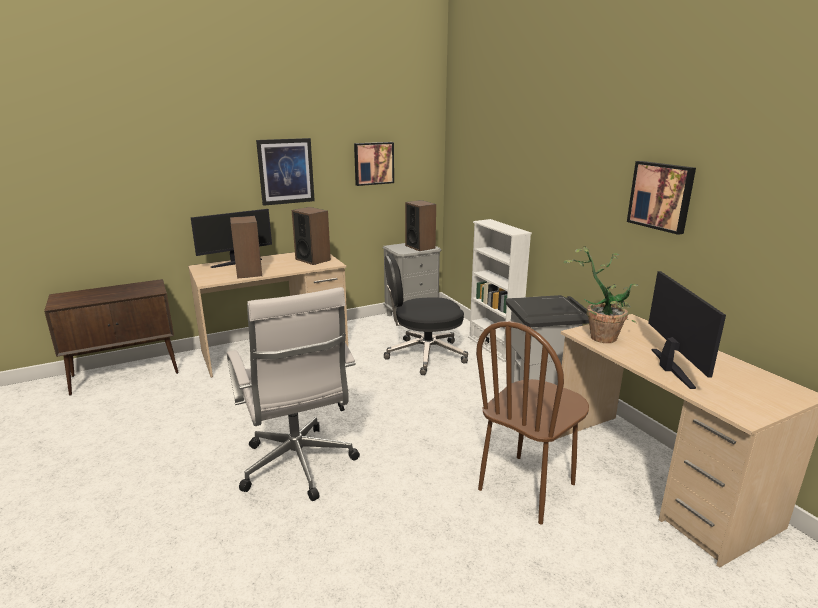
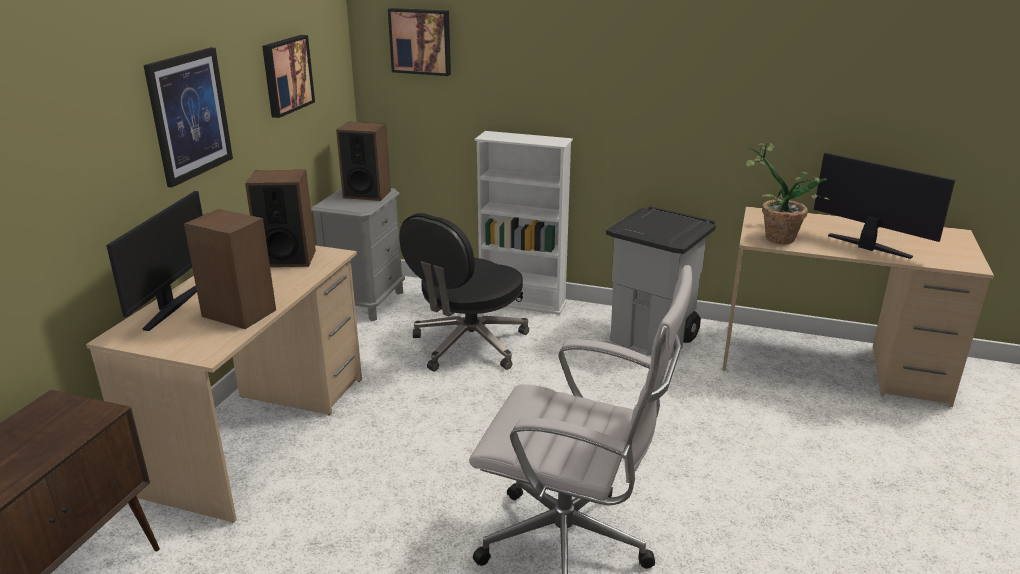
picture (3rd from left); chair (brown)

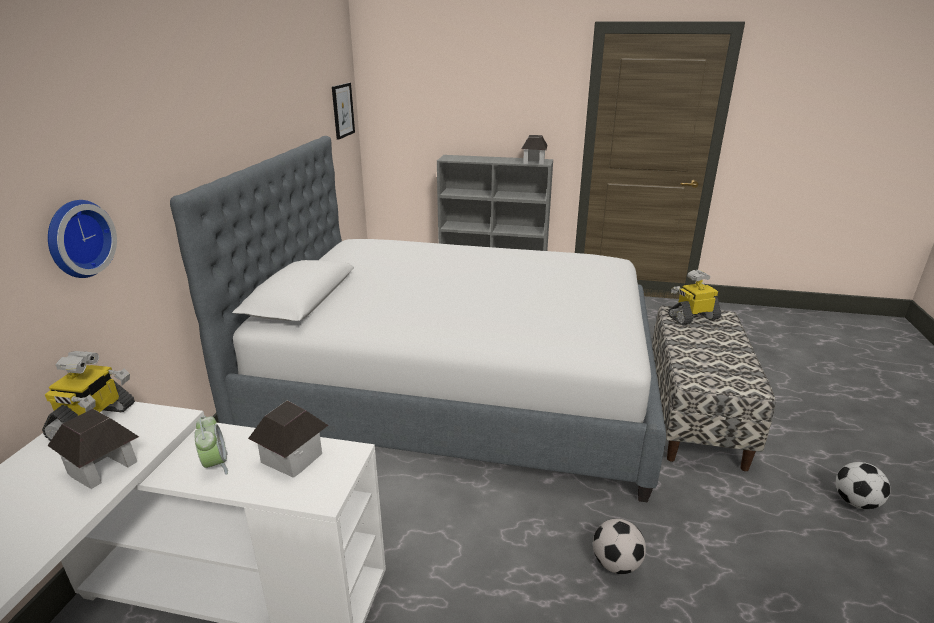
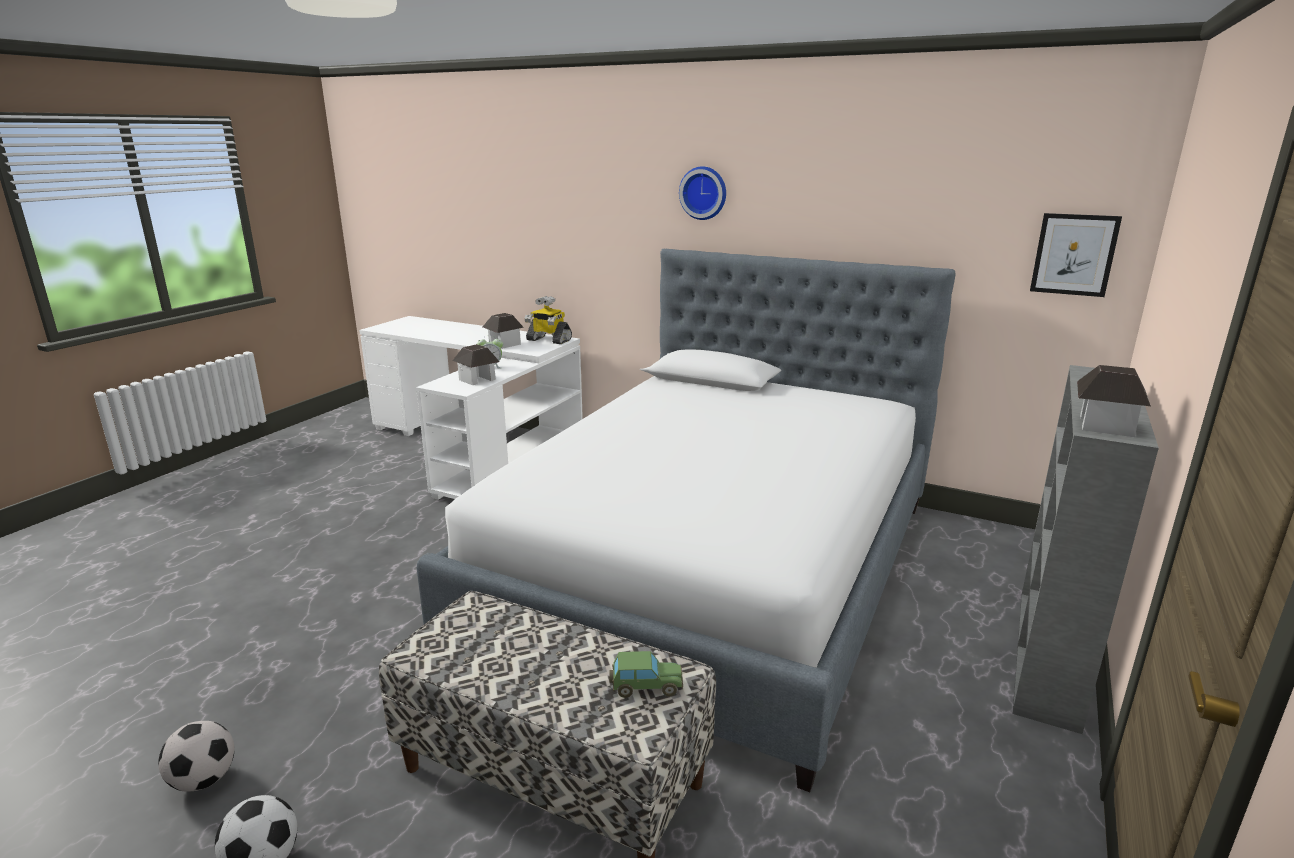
football (1st from left); toy car; wall clock

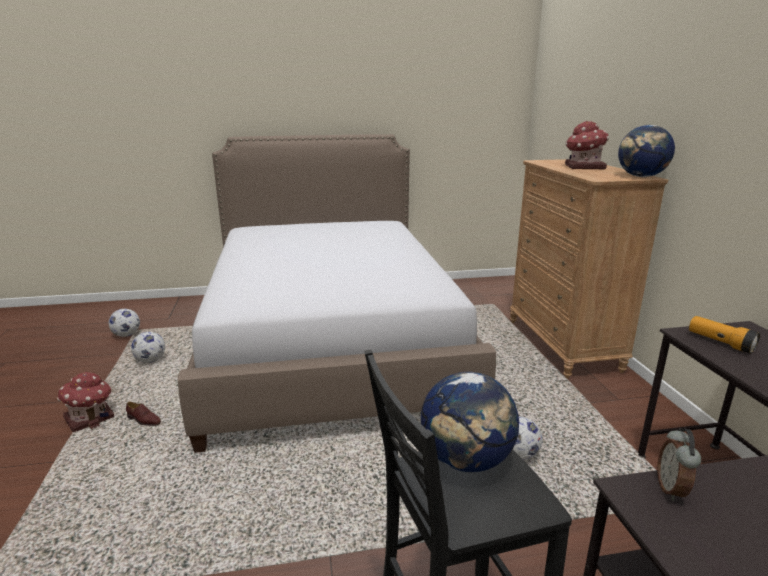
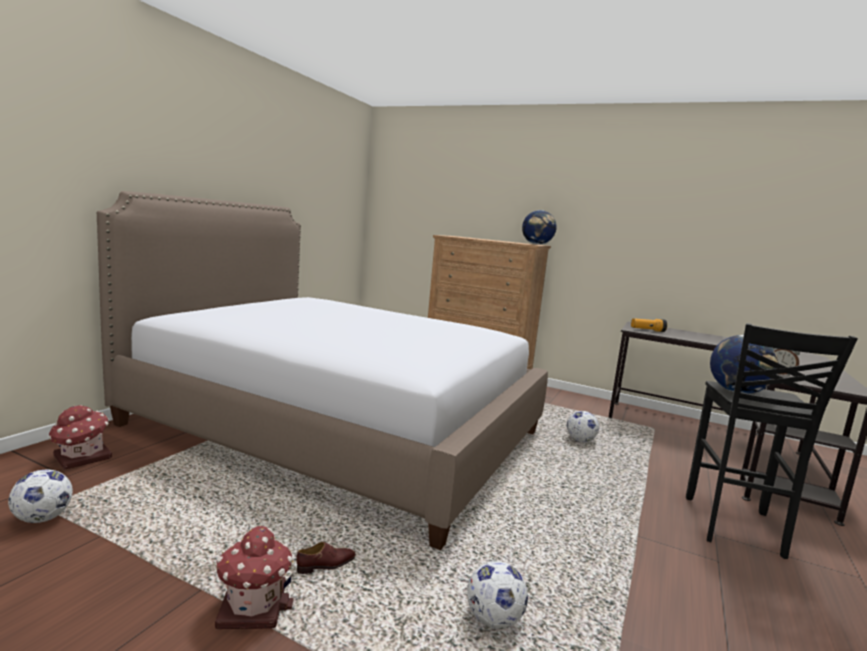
toy house (1st from left); football (2nd from left)

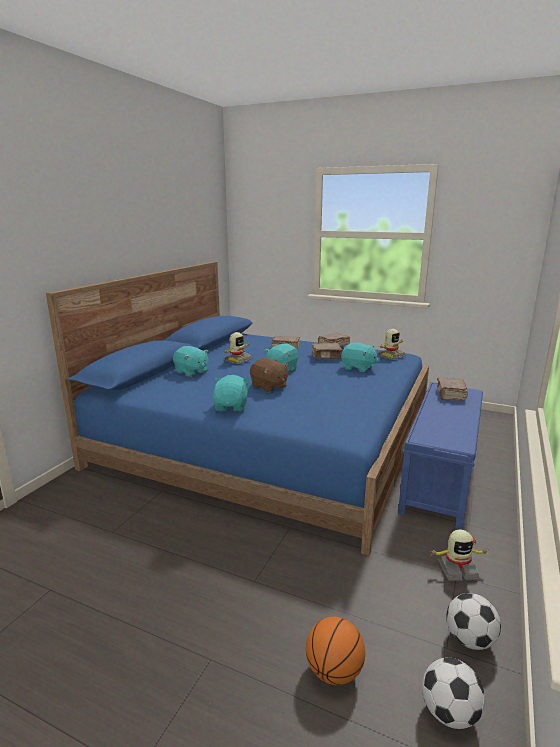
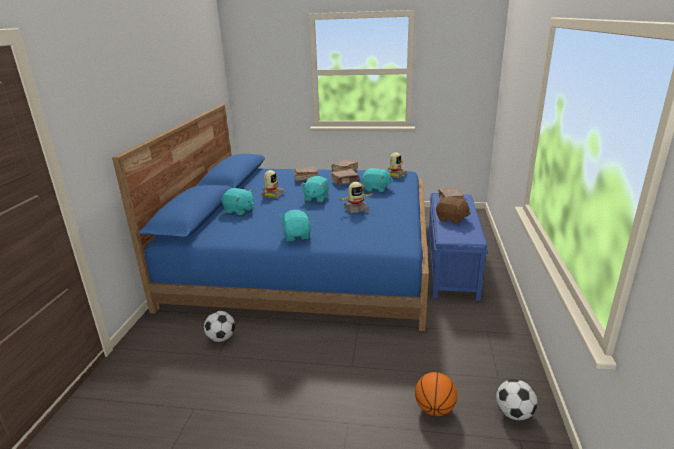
football (1st from left); toy robot (2nd from left); plush toy (brown)

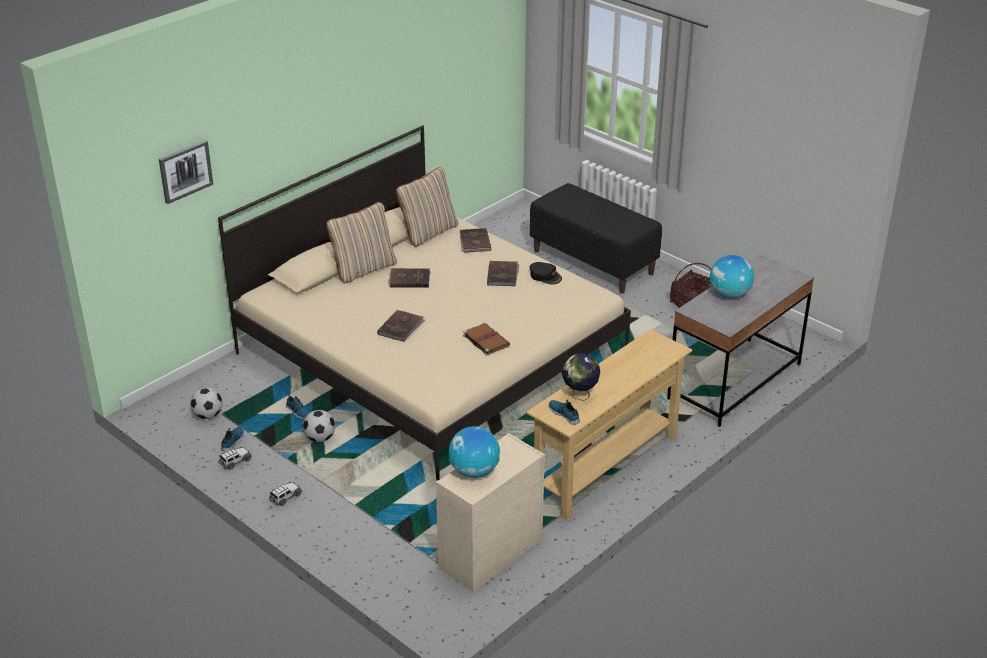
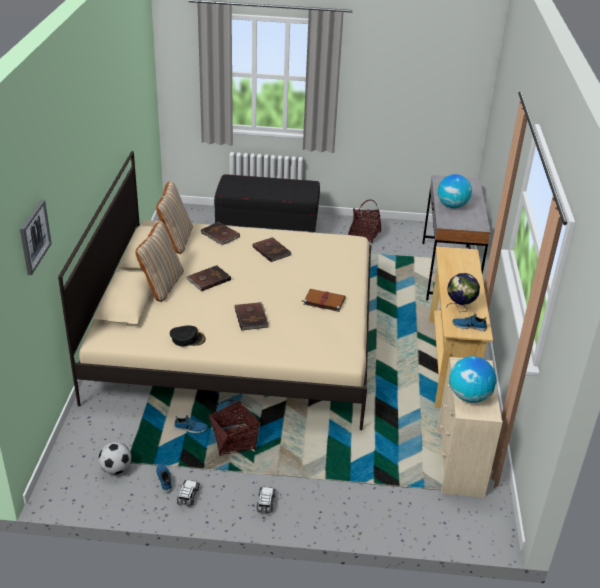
cap (black); basket (1st from left)

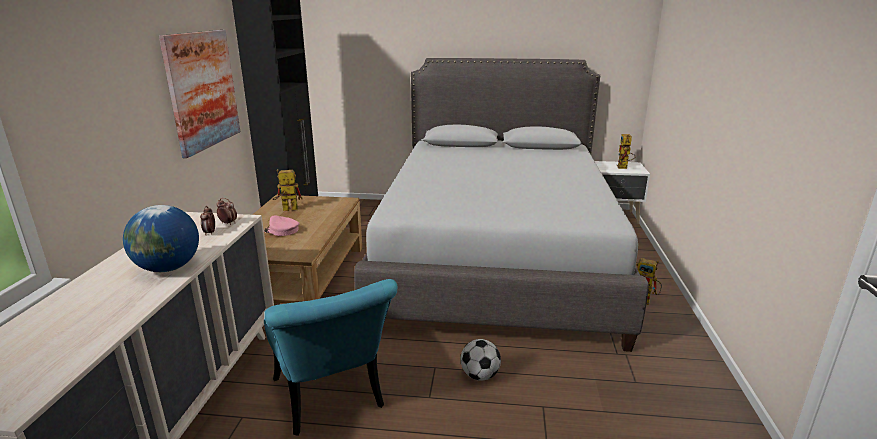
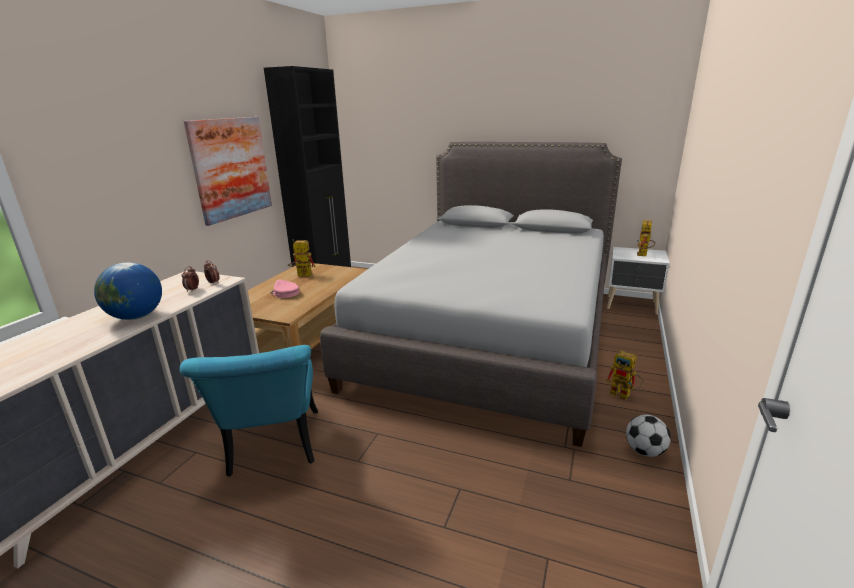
football

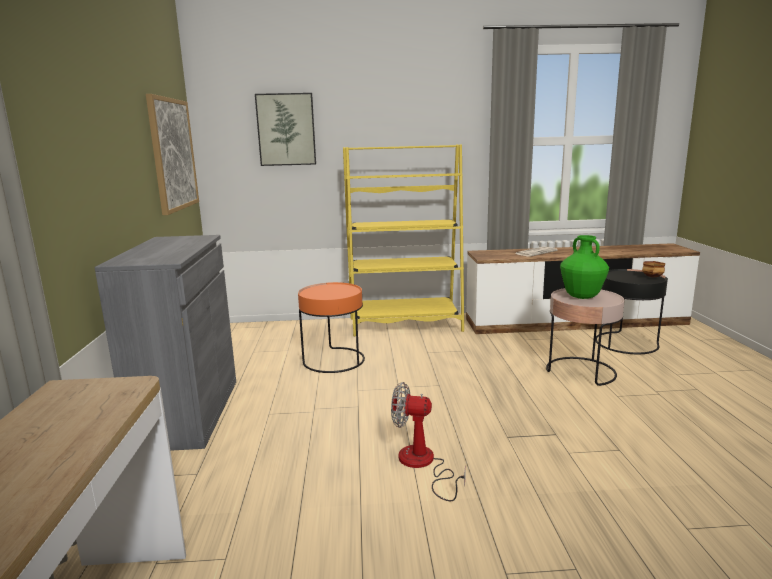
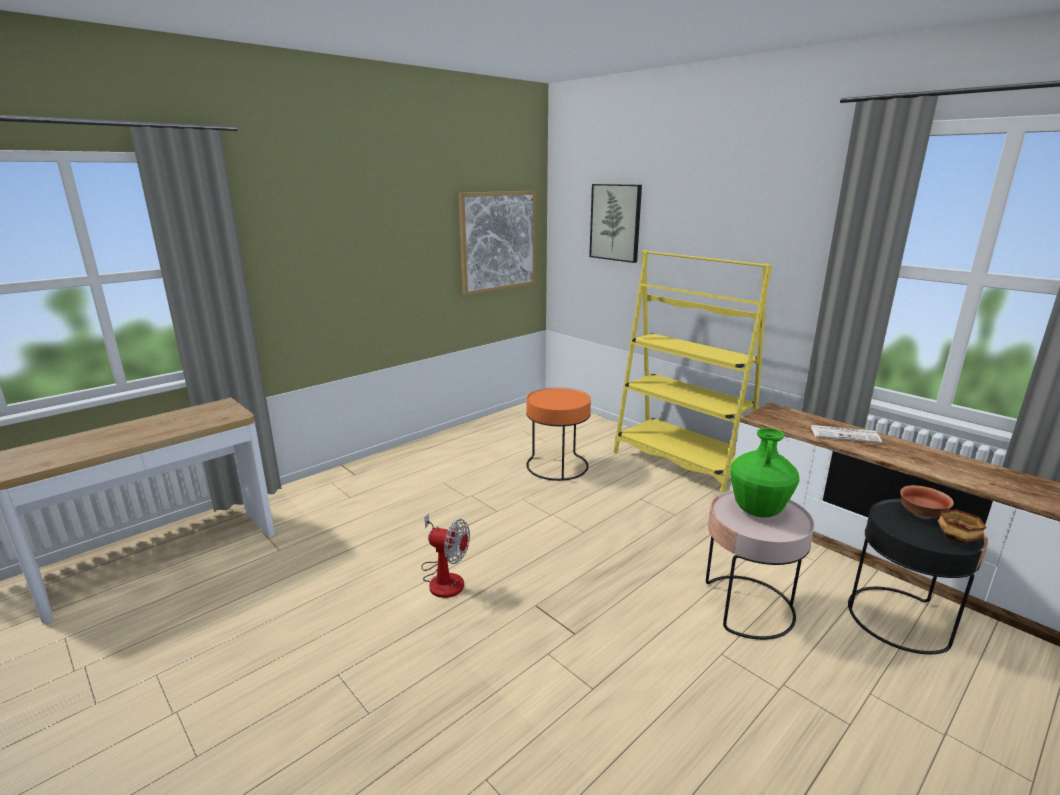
fan; bowl (1st from left); cabinet (grey)

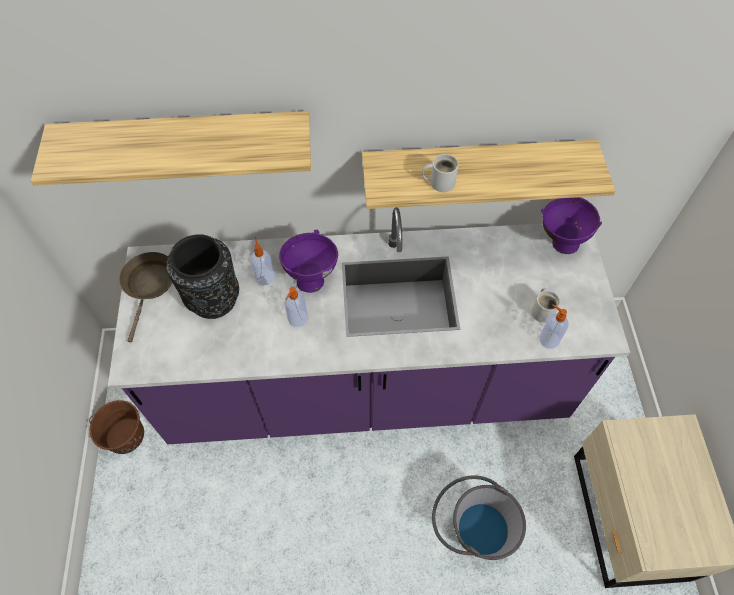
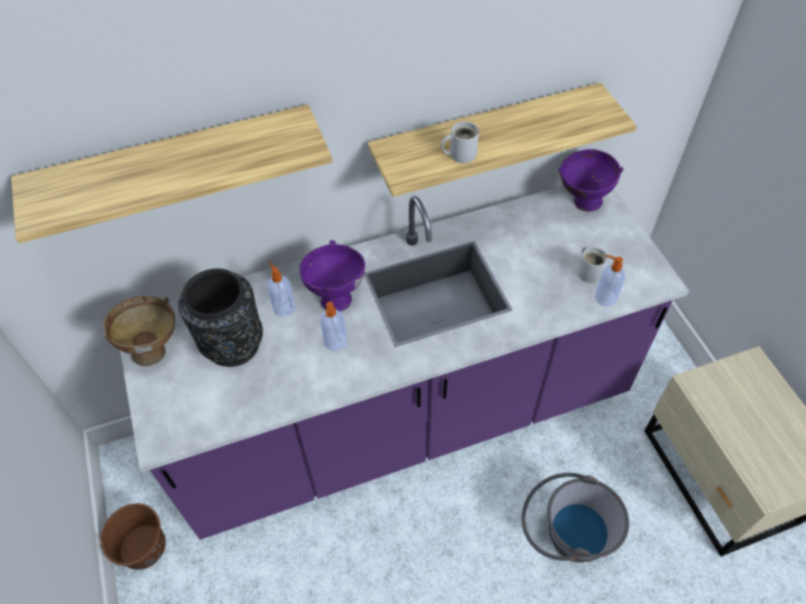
bowl (brown)

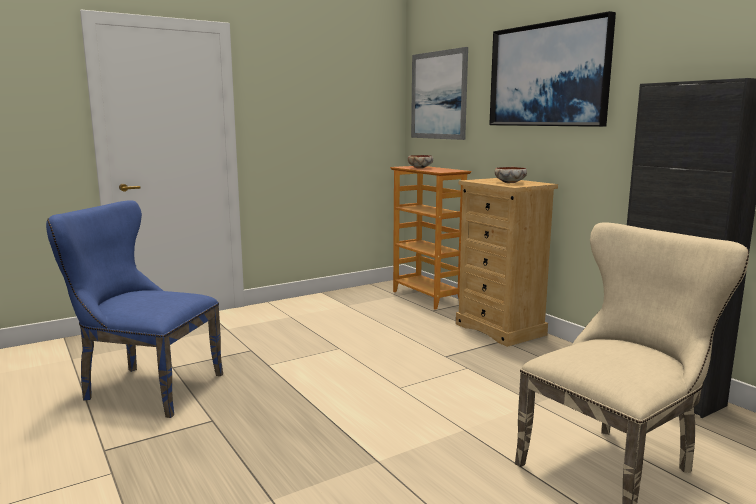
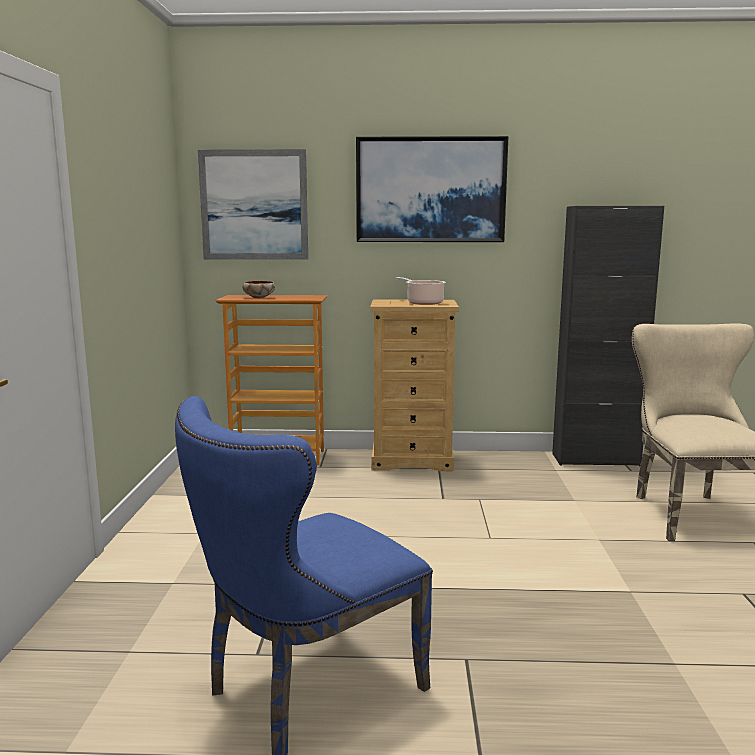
cooking pot

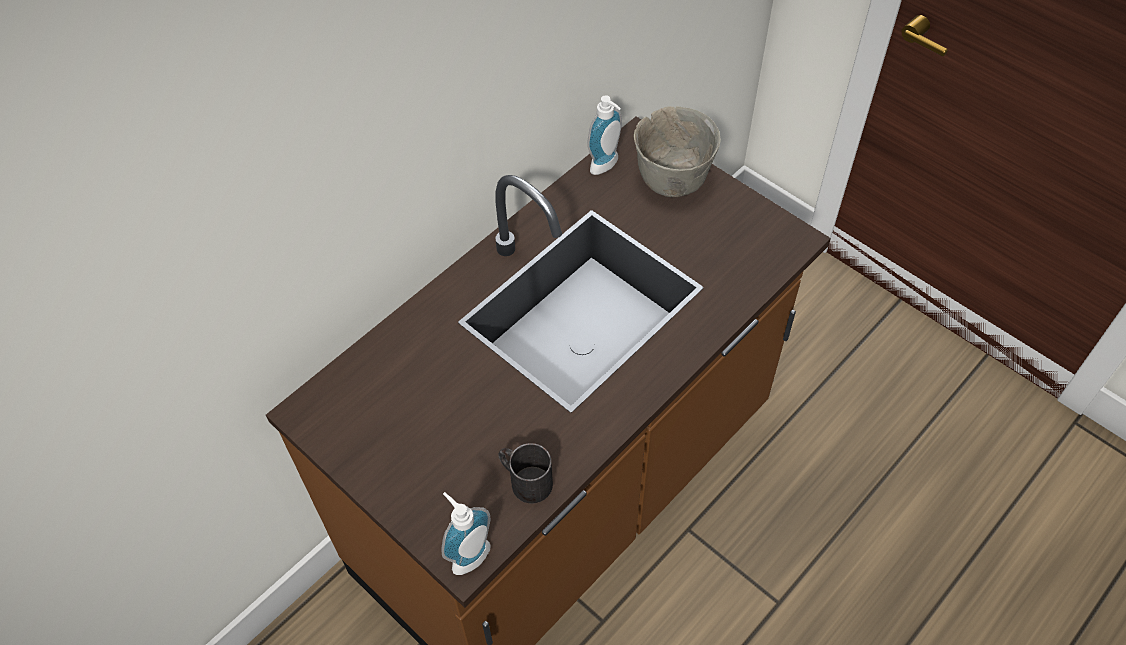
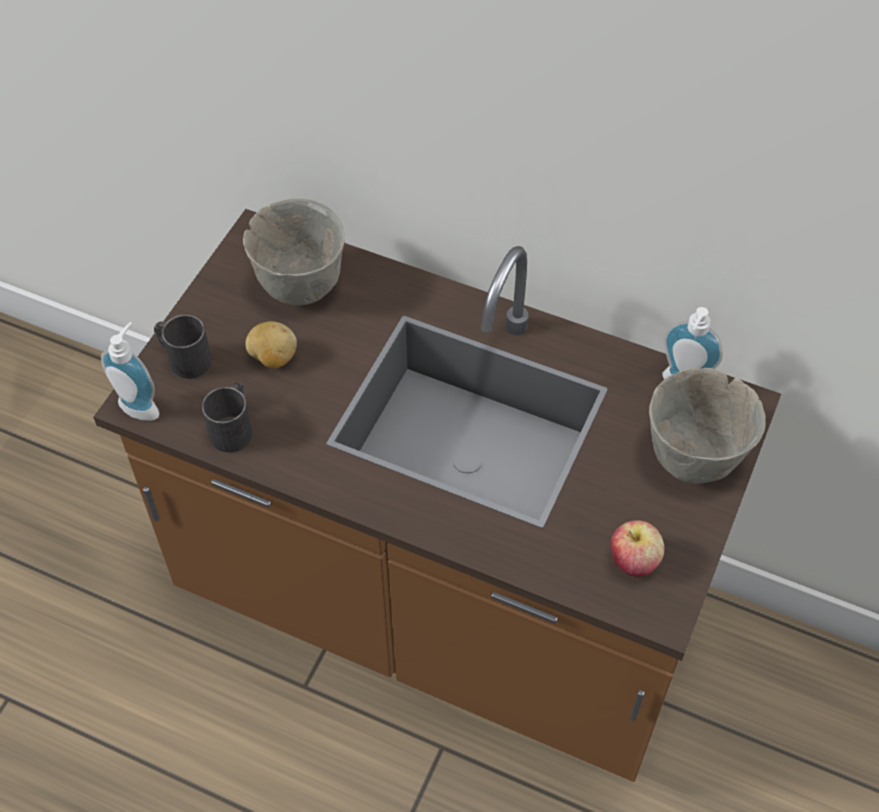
mug (black) (1st from left); bowl (grey) (1st from left); potato; apple

